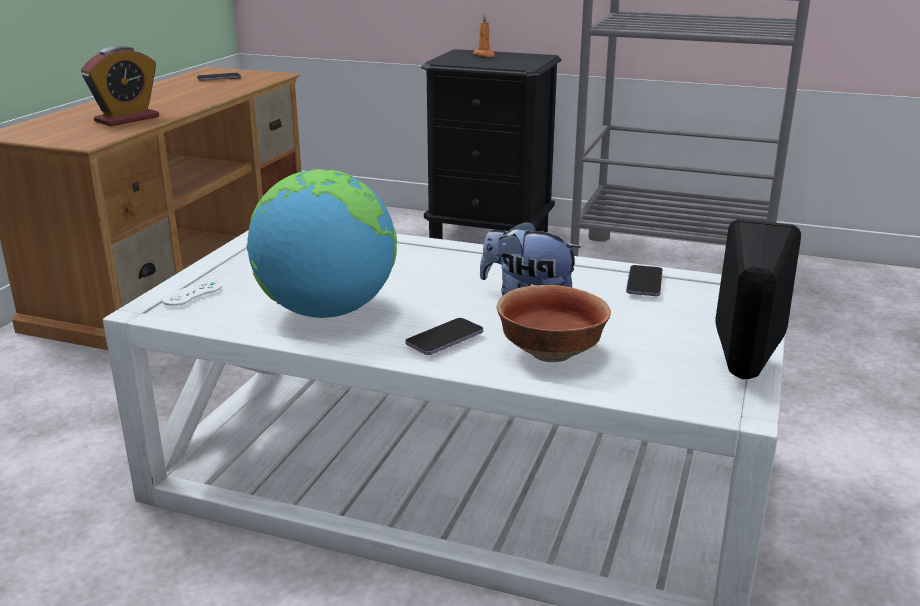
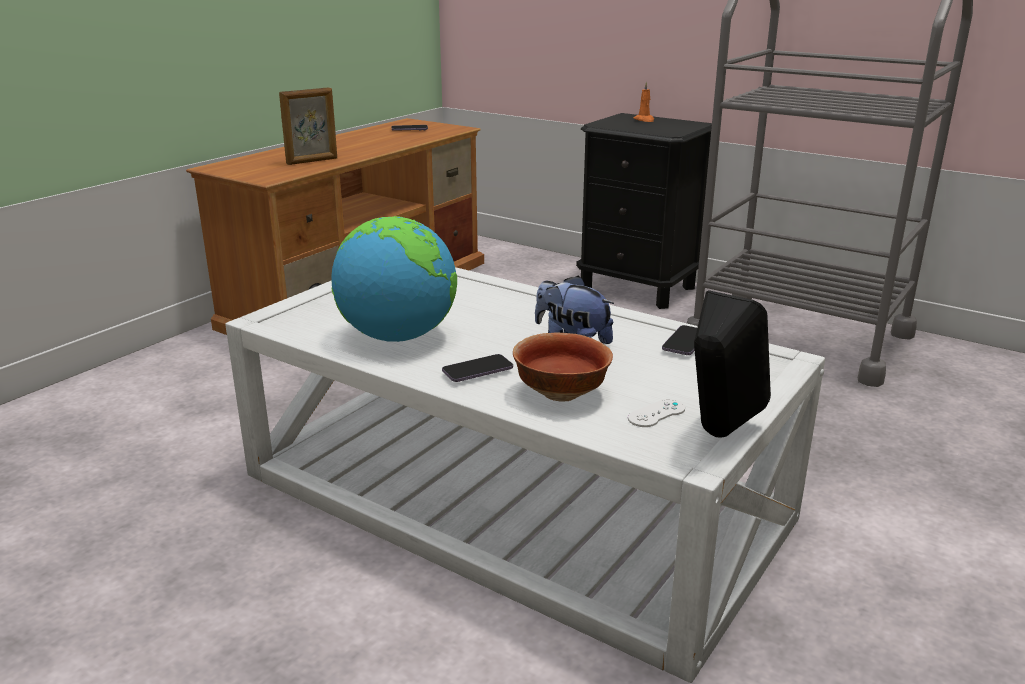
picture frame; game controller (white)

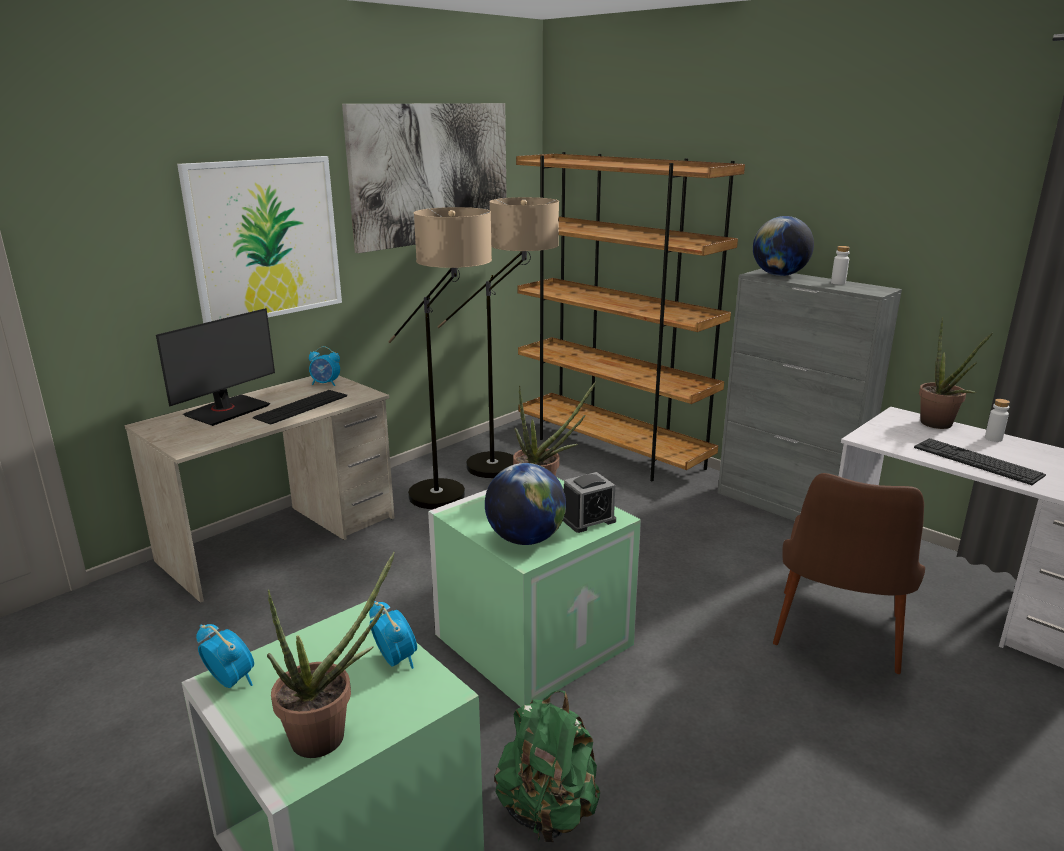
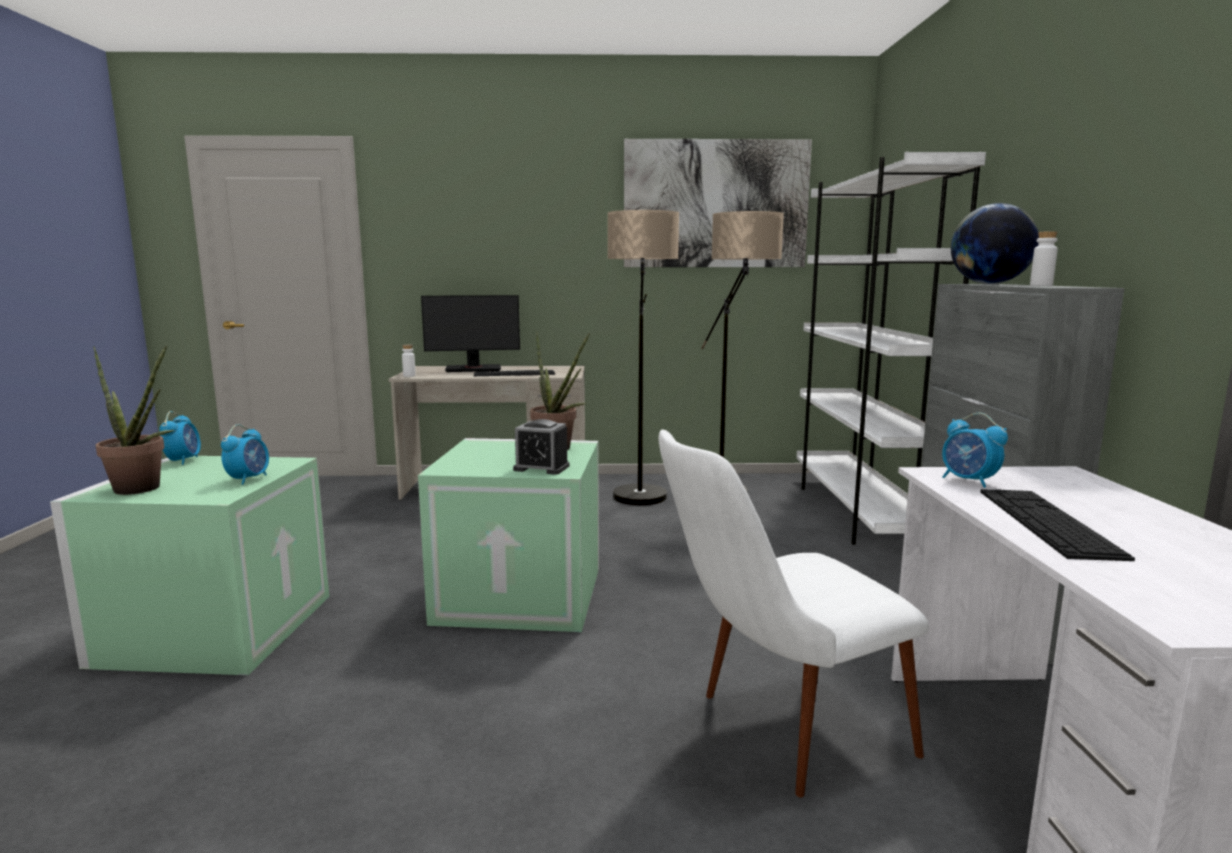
bottle (white) (1st from left); chair (white); bookcase (white); alarm clock (4th from left); picture (1st from left in the first image); globe (1st from left in the first image); backpack (green); potted plant (3rd from left in the first image)

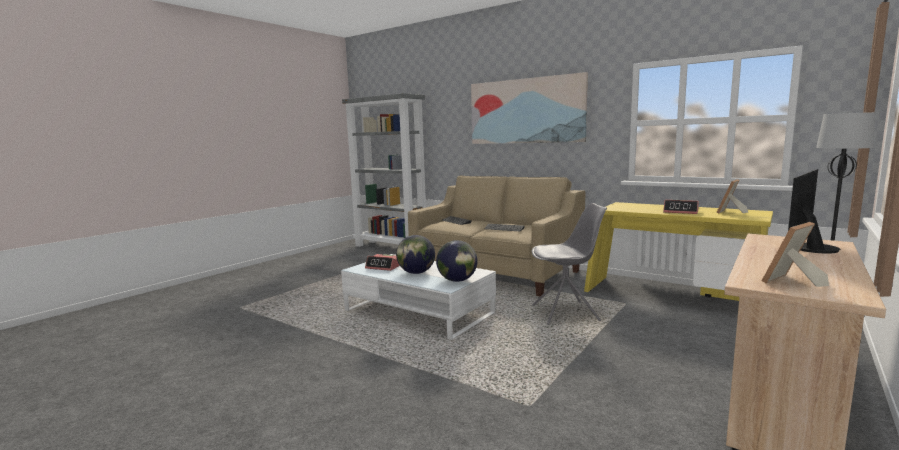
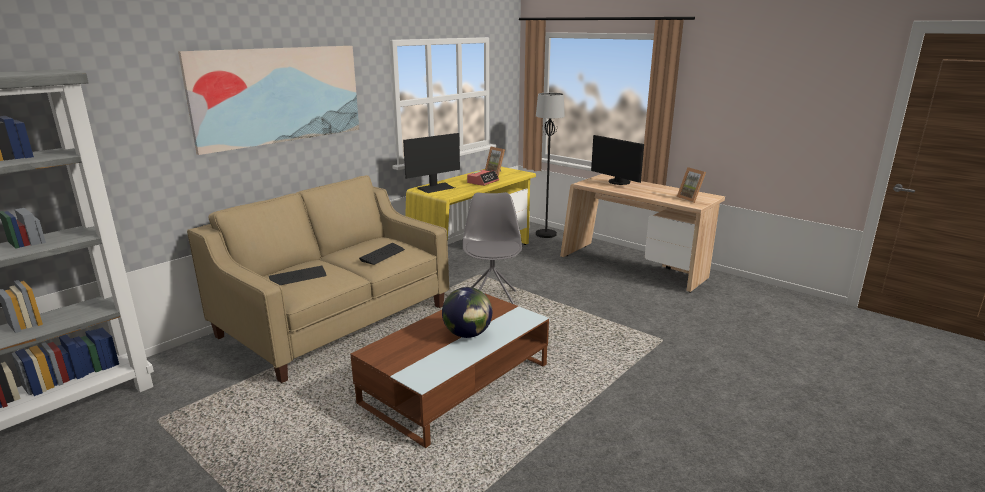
coffee table (brown); monitor (1st from left); alarm clock (1st from left in the first image); globe (2nd from left in the first image)

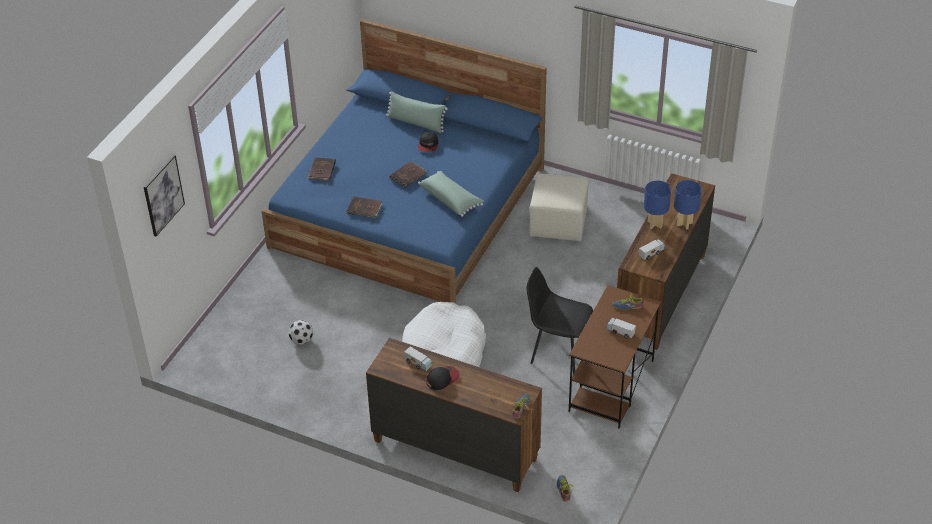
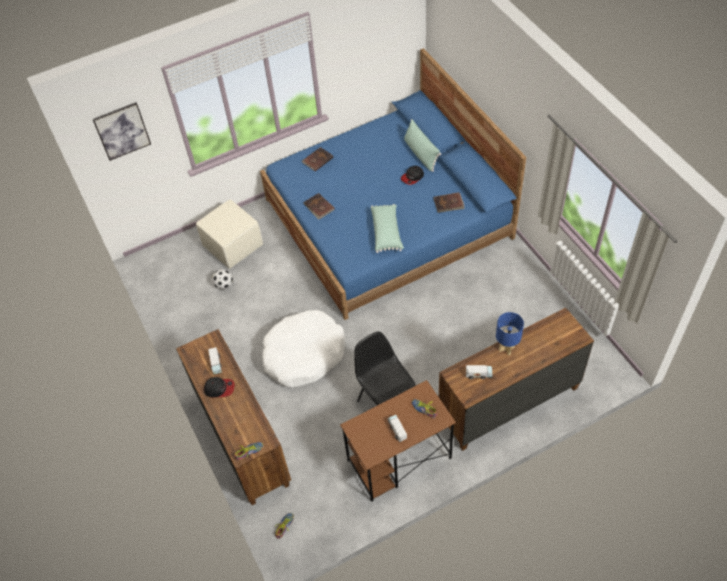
ottoman (beige); book (brown) (3rd from left); table lamp (blue) (2nd from left in the first image)

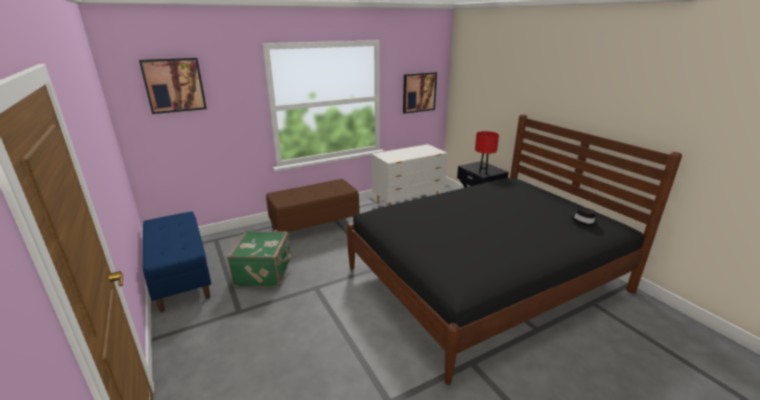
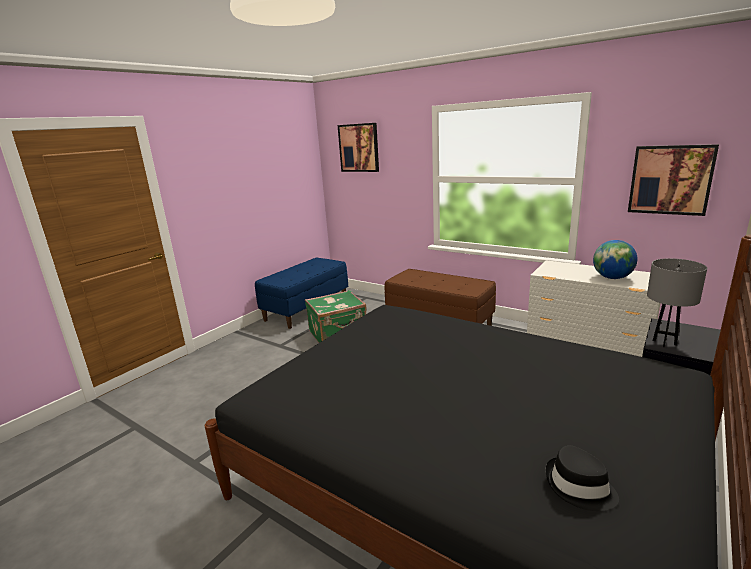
globe; table lamp (grey)

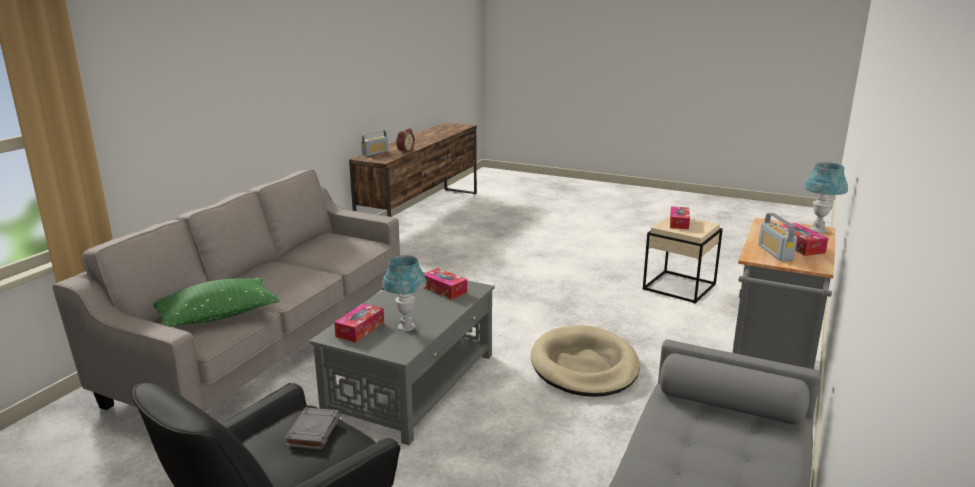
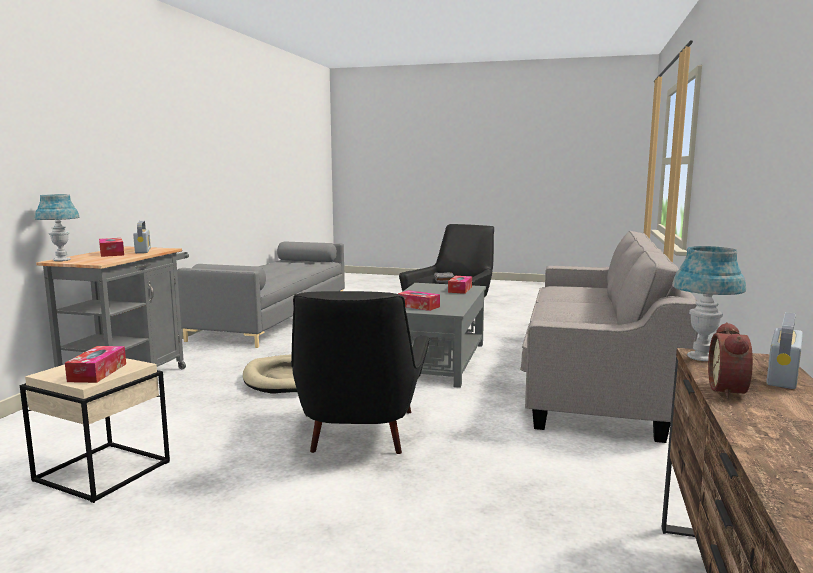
armchair (black) (1st from left); table lamp (blue) (2nd from left); pillow (green)

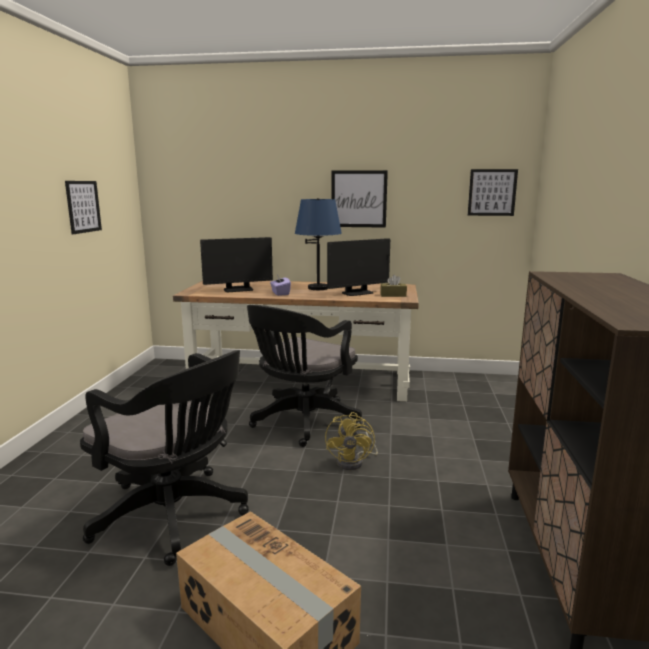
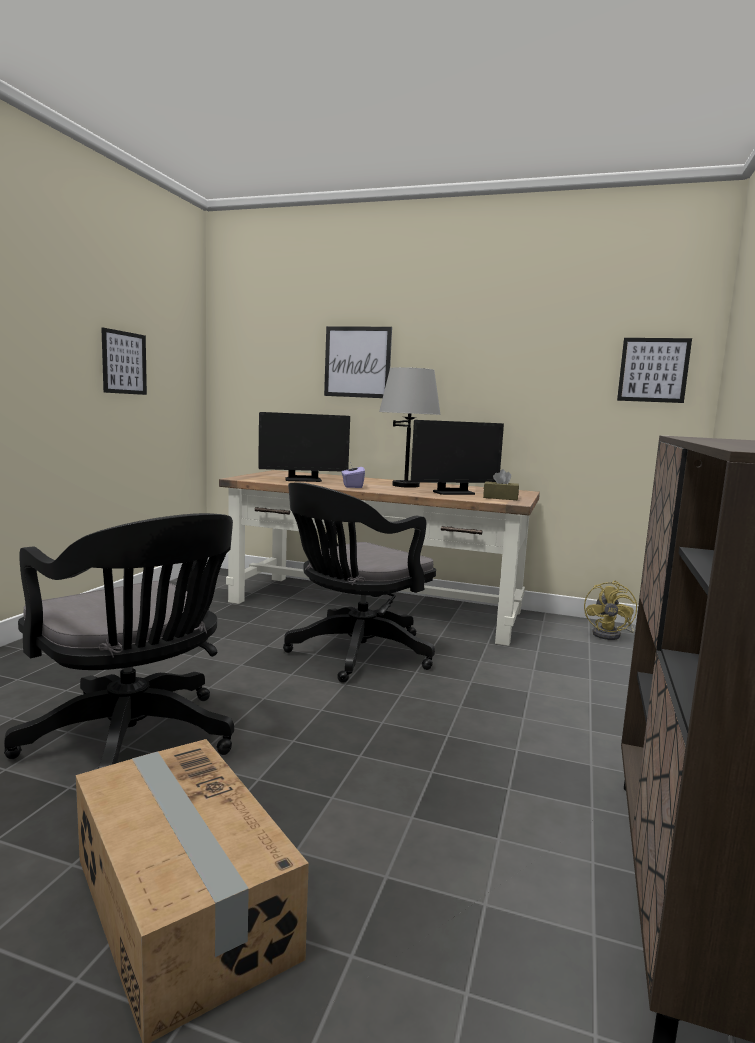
picture (2nd from left); table lamp (grey); fan (yellow)

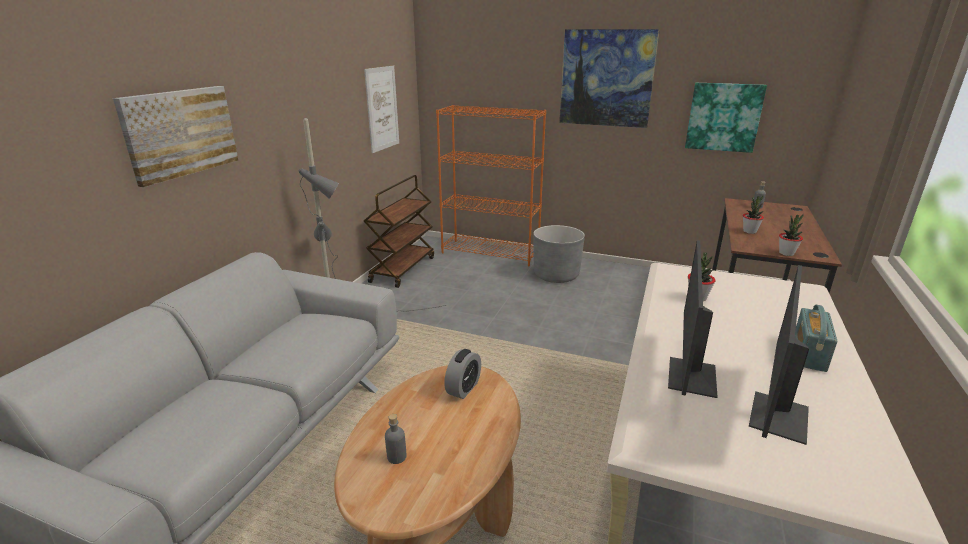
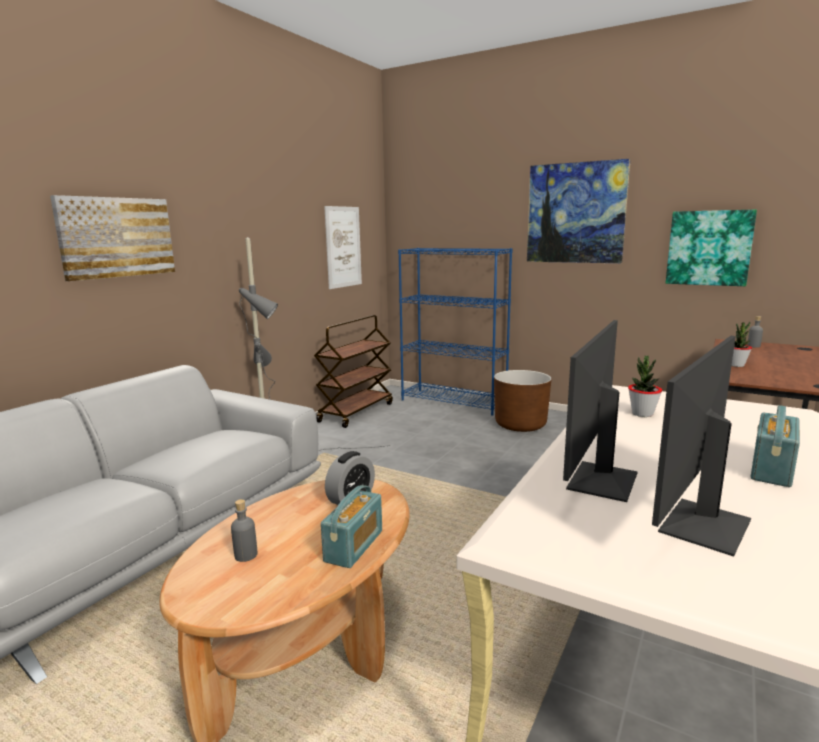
radio (1st from left); bookcase (blue); planter (brown); potted plant (3rd from left in the first image)

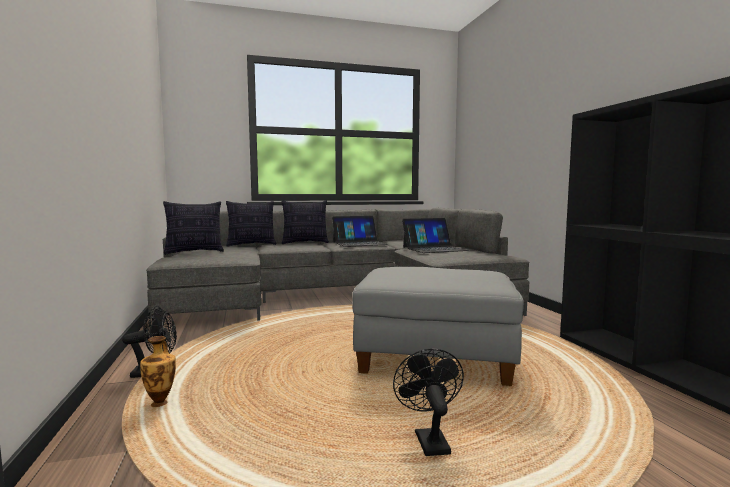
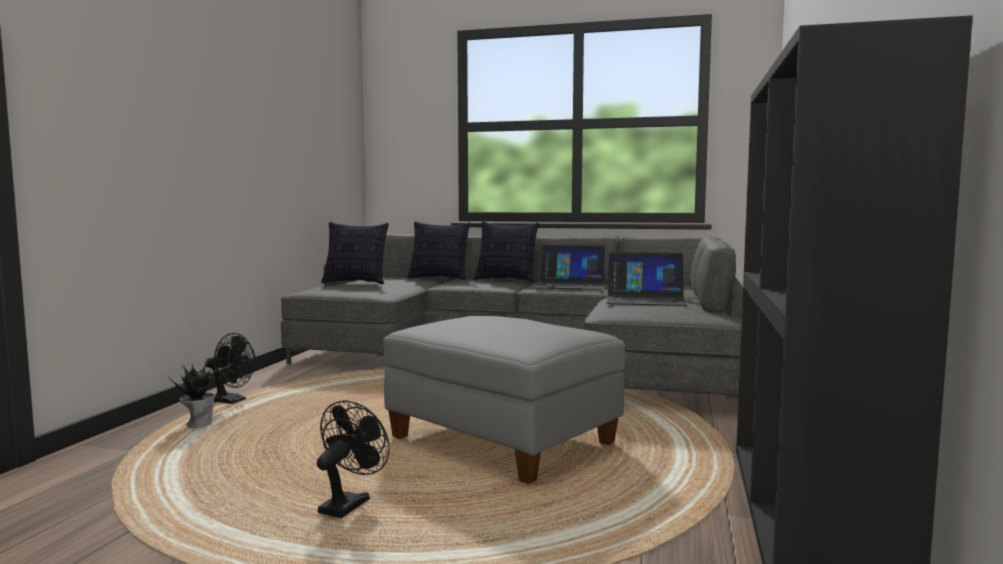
potted plant

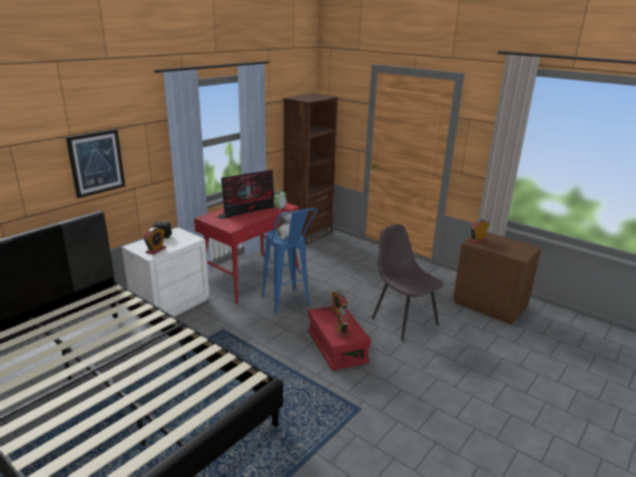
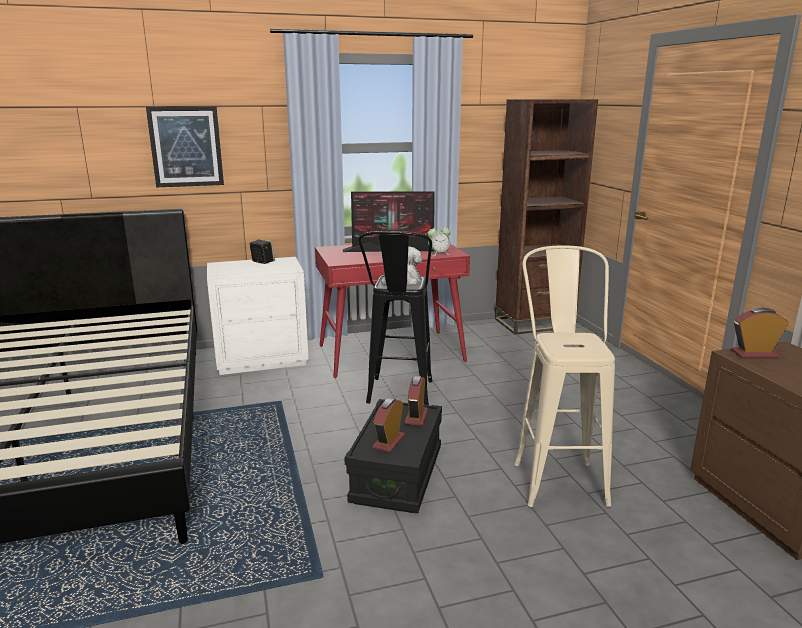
storage box (black); stool (black); stool (beige); alarm clock (1st from left in the first image)

